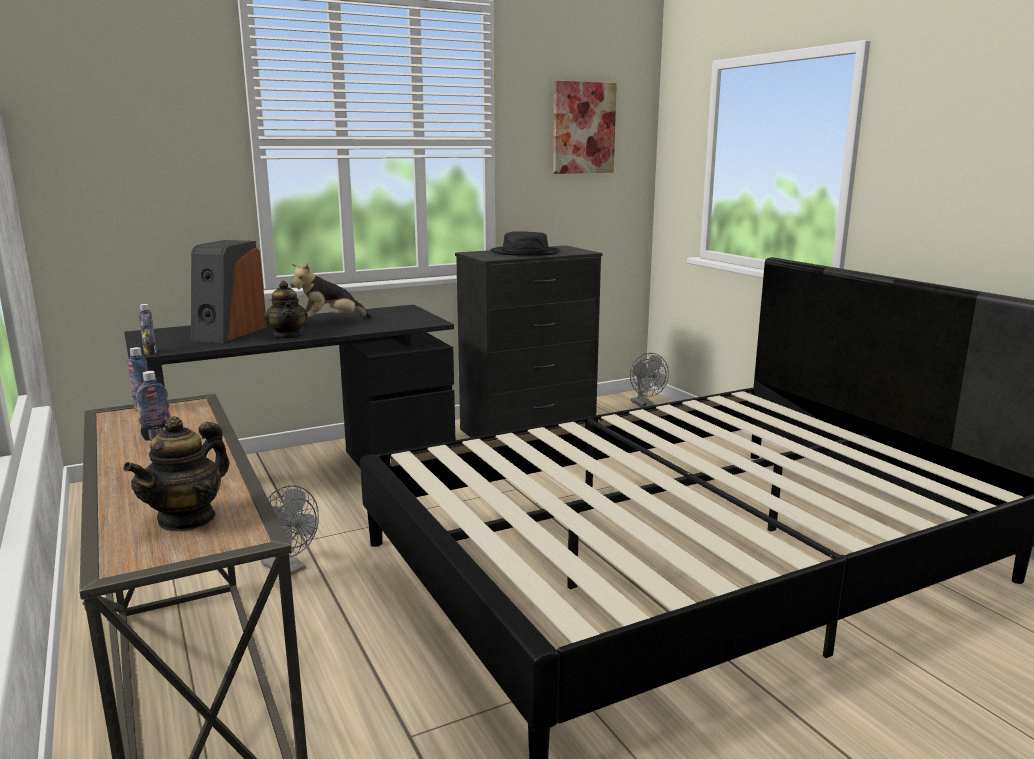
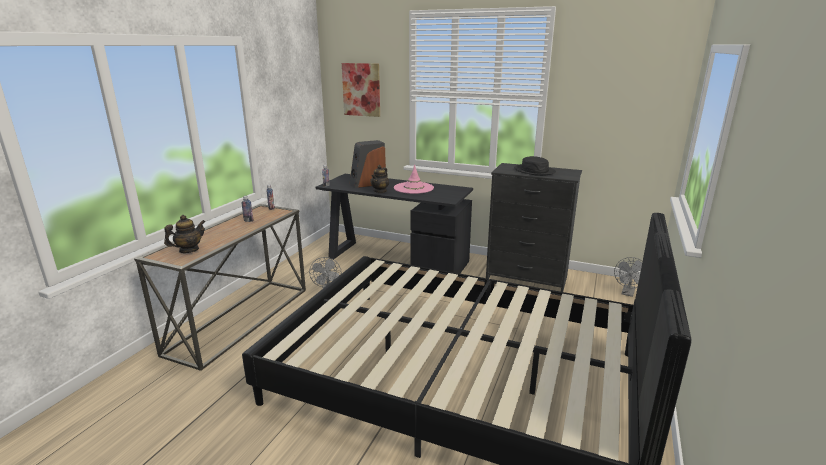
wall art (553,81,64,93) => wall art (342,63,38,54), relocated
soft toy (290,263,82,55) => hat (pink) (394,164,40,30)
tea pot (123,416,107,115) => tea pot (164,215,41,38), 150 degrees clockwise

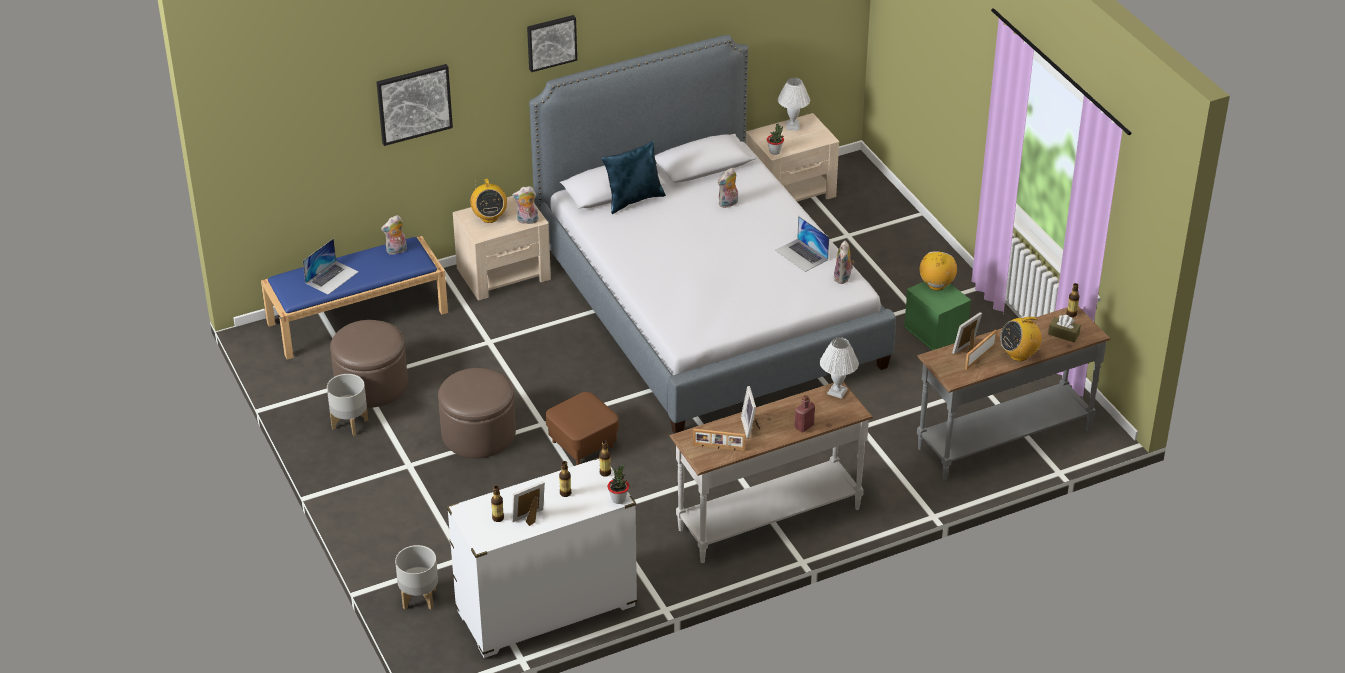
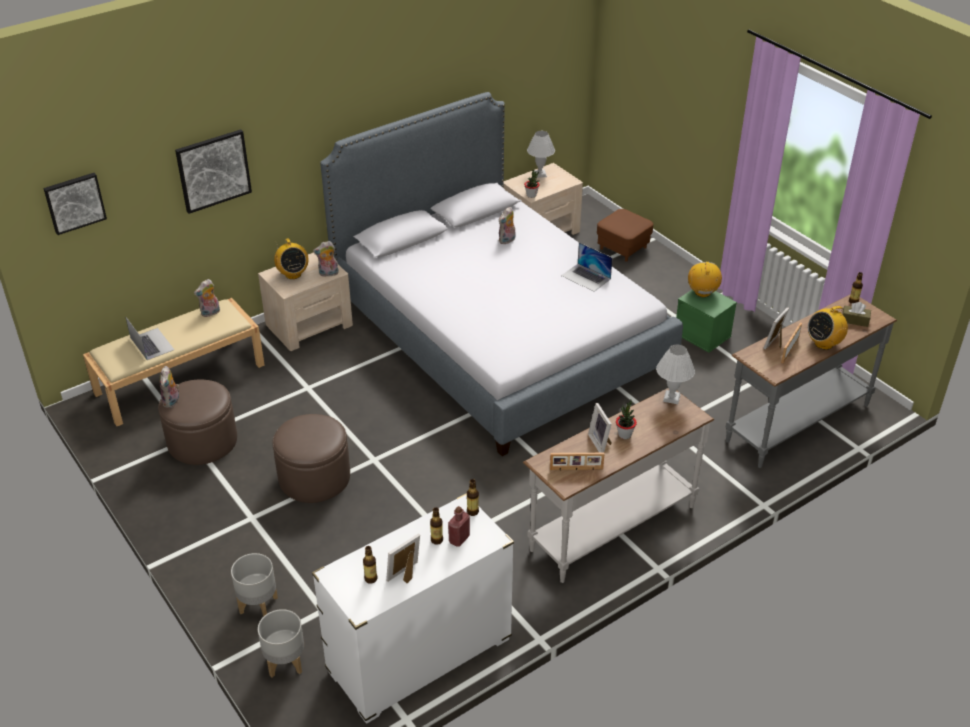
throw pillow (blue-coloured) (602,141,64,73) => nothing
flower pot (gray) (327,374,41,62) => flower pot (gray) (231,553,47,64), relocated
wall art (527,15,50,57) => wall art (43,173,64,62), relocated
pouffe (brown) (545,392,74,73) => pouffe (brown) (597,209,56,53), relocated
plant in a pot (608,463,21,41) => plant in a pot (616,400,21,39), relocated
drink bottle (reddish) (795,395,20,37) => drink bottle (reddish) (448,506,22,41), relocated
soft toy (834,241,21,43) => soft toy (160,366,19,42), relocated
long seat (blue-coloured) (261,236,187,124) => long seat (beige-coloured) (83,298,182,128)
notebook computer (303,238,56,57) => notebook computer (125,316,49,44), 60 degrees counterclockwise

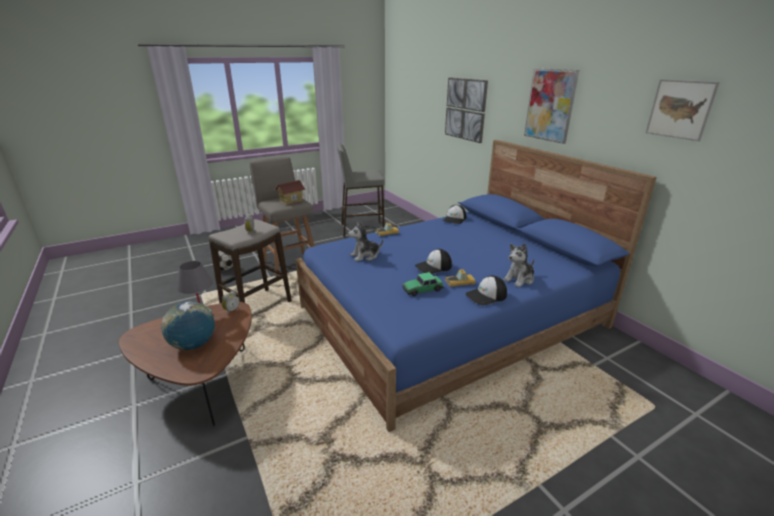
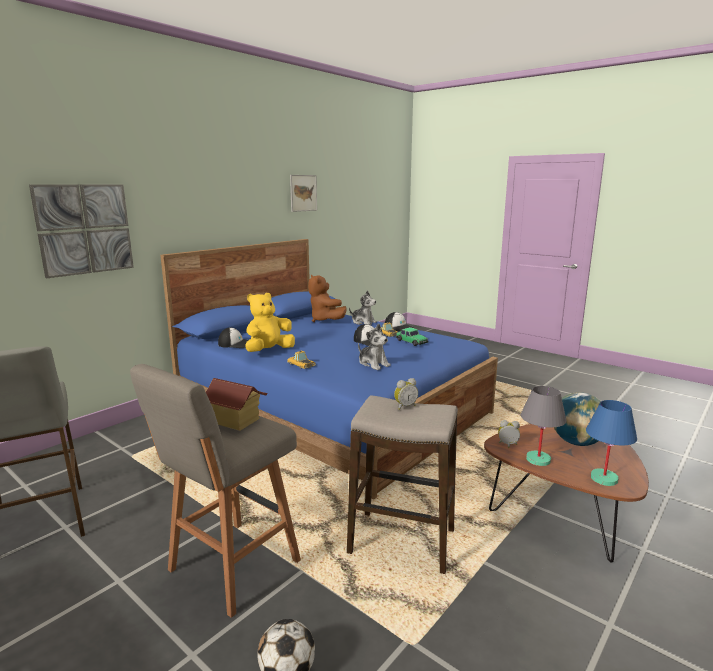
wall art (524,68,55,76) => nothing
nothing => soft toy (yellow) (246,293,49,59)
nothing => soft toy (brown) (308,275,39,47)
nothing => tabletop lamp (blue-coloured) (586,400,51,86)

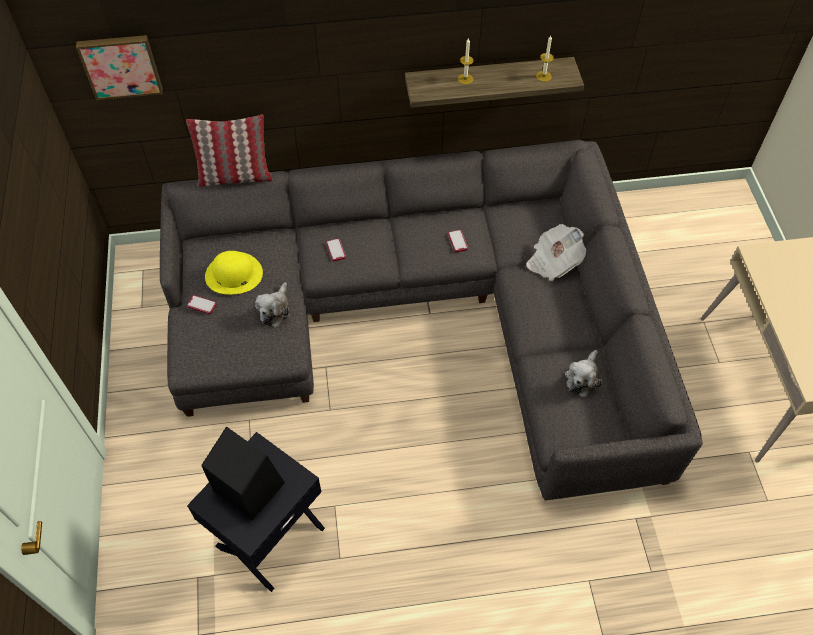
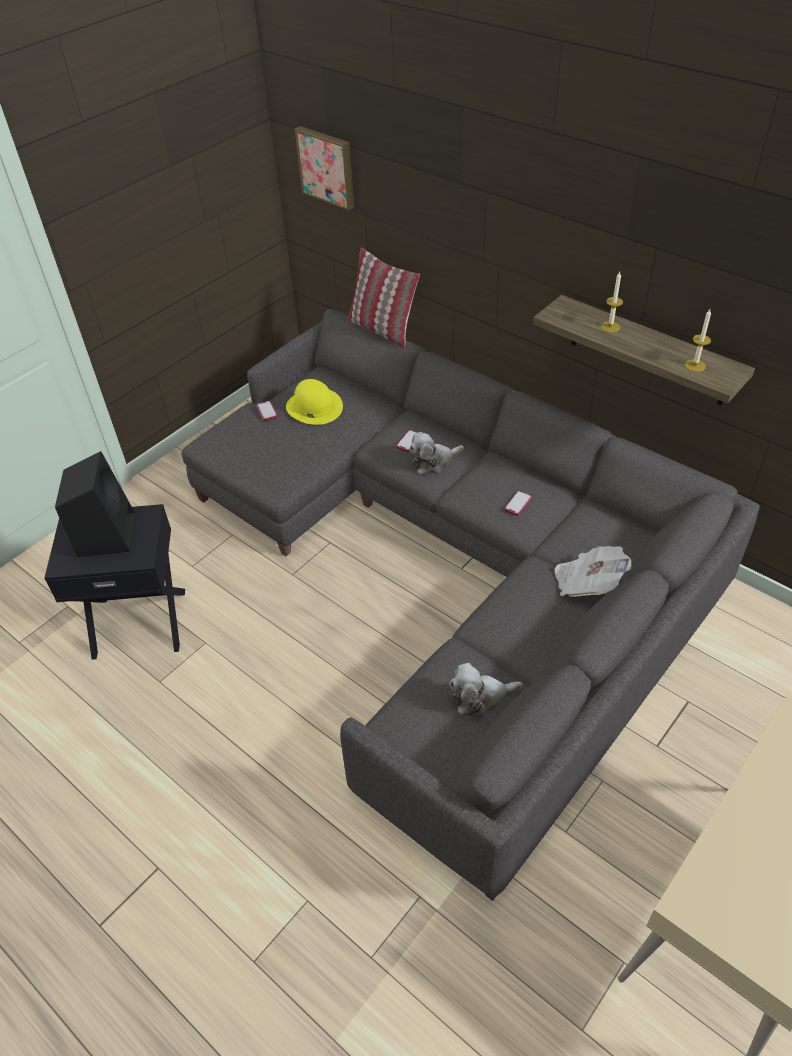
soft toy (255,282,34,45) => soft toy (409,432,55,43), relocated

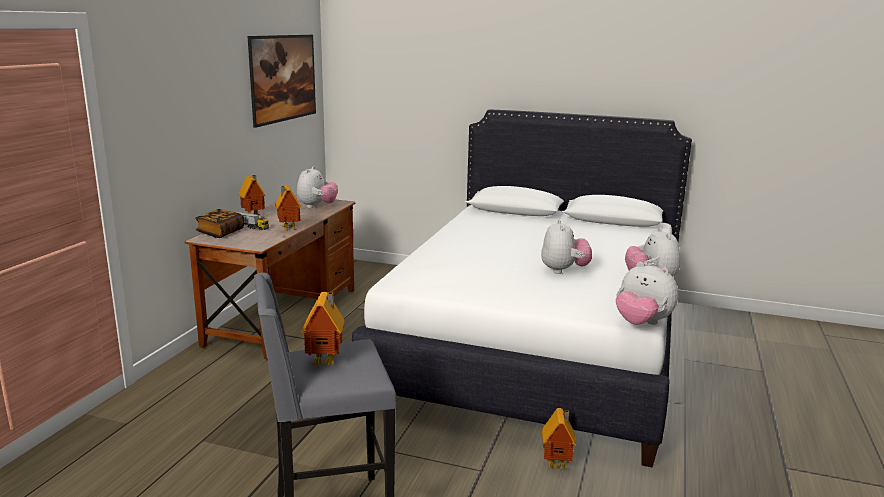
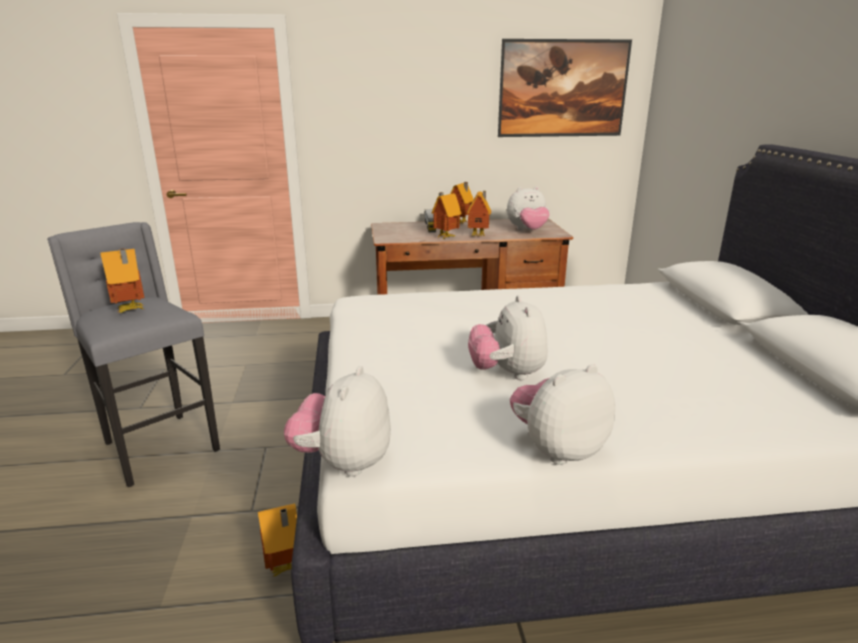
volume (195,209,49,29) => nothing
nothing => miniature house (467,191,24,45)
soft toy (541,219,51,55) => soft toy (468,295,80,85), 105 degrees clockwise

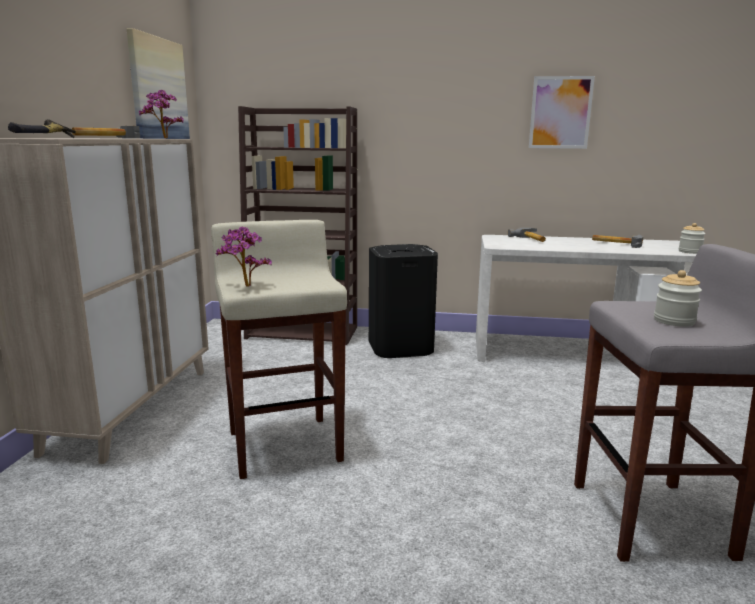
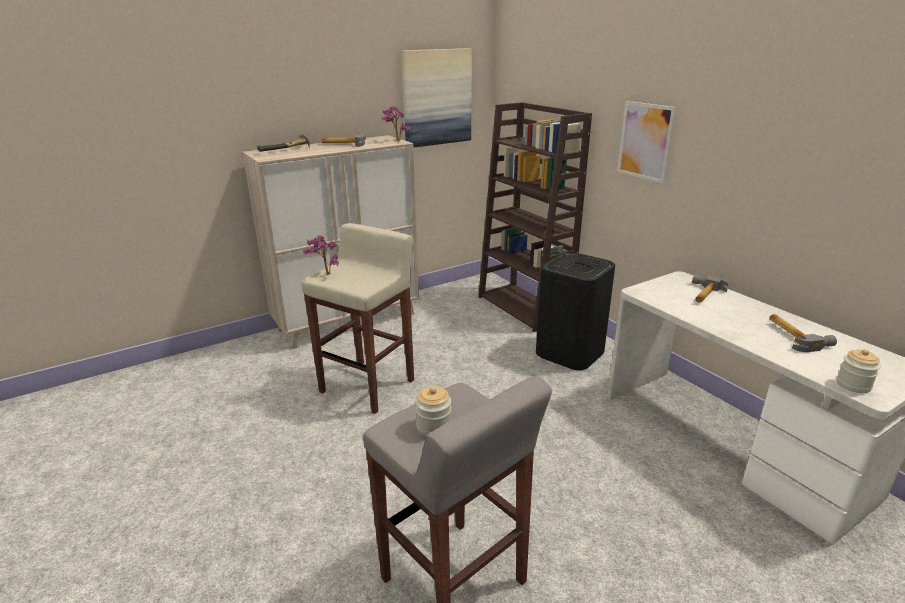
wall art (529,76,66,73) => wall art (617,101,59,82), relocated

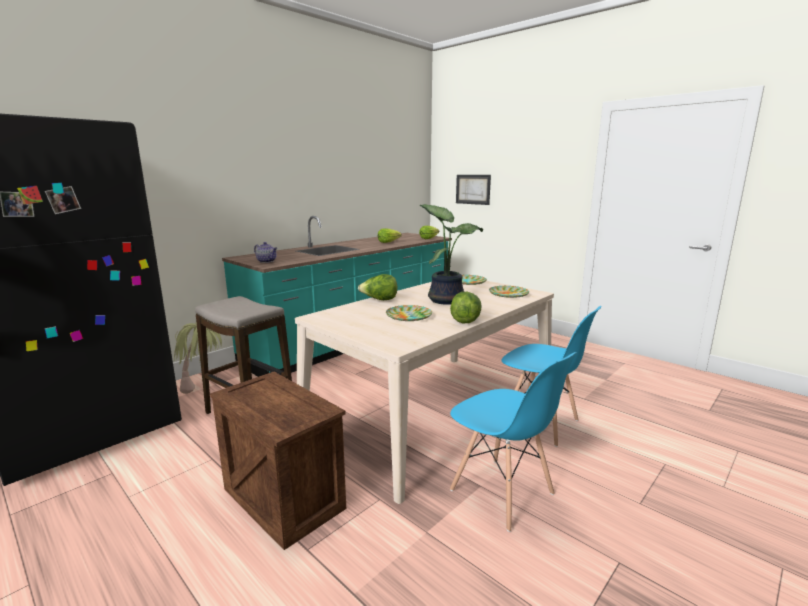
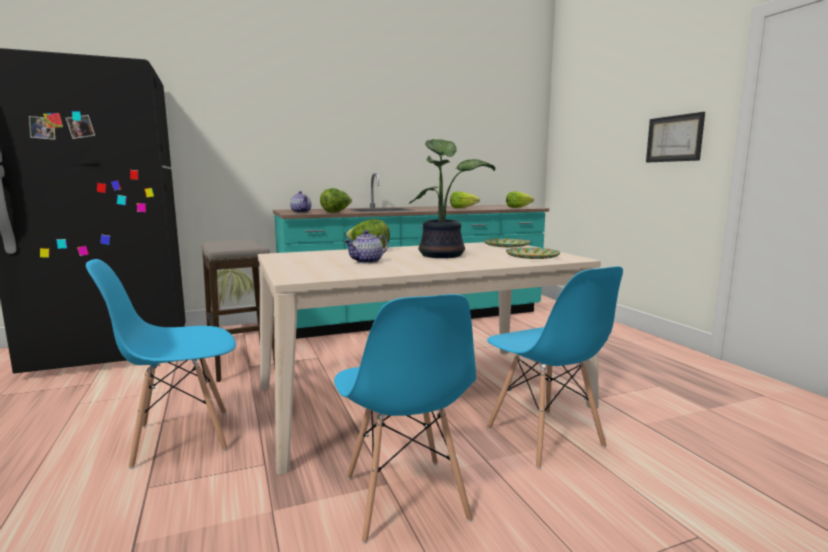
head of lettuce (450,292,32,31) => head of lettuce (320,188,32,24), relocated
wall art (456,175,35,30) => wall art (646,112,59,51), relocated
shipping crate (210,372,136,178) => chair (blue-coloured) (86,259,150,210)
flat dish (386,305,46,16) => tea pot (344,230,44,34)

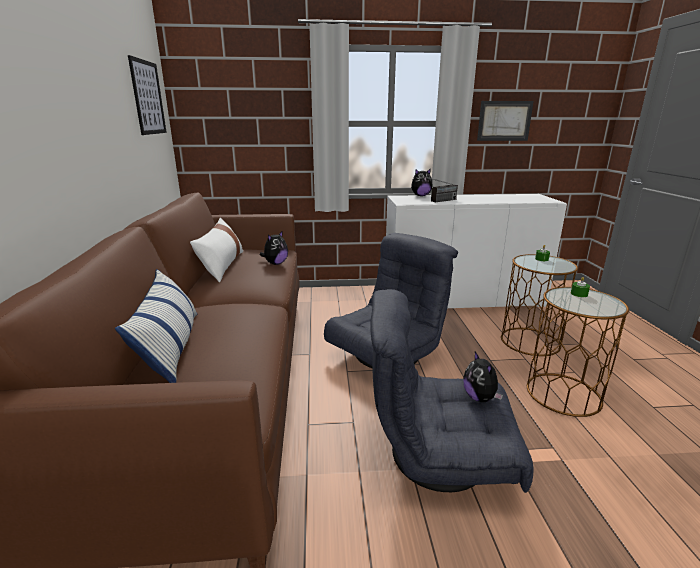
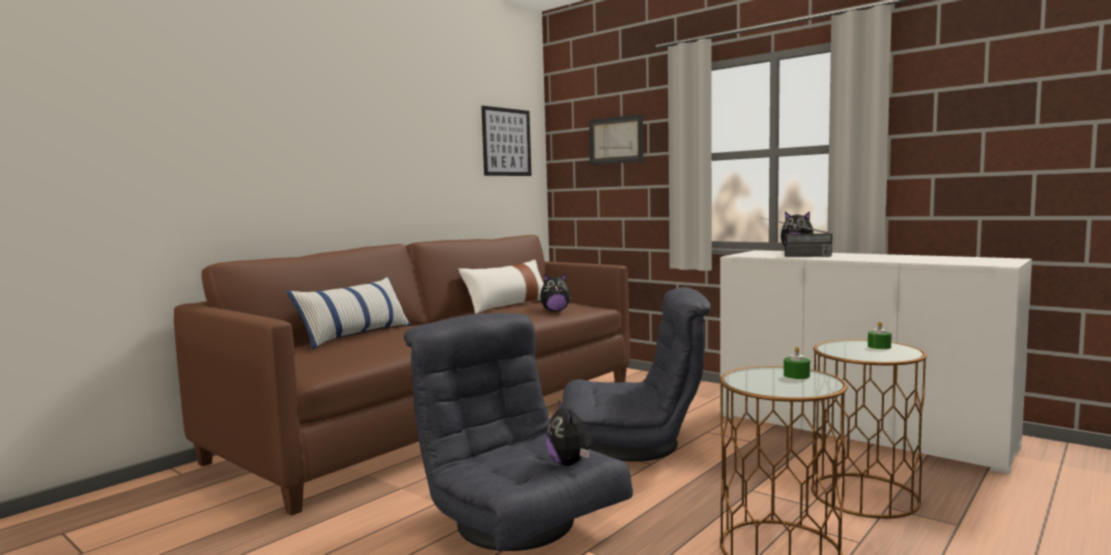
wall art (477,101,57,40) => wall art (589,114,54,51), relocated
soft toy (463,352,40,50) => soft toy (546,400,48,66), 45 degrees counterclockwise

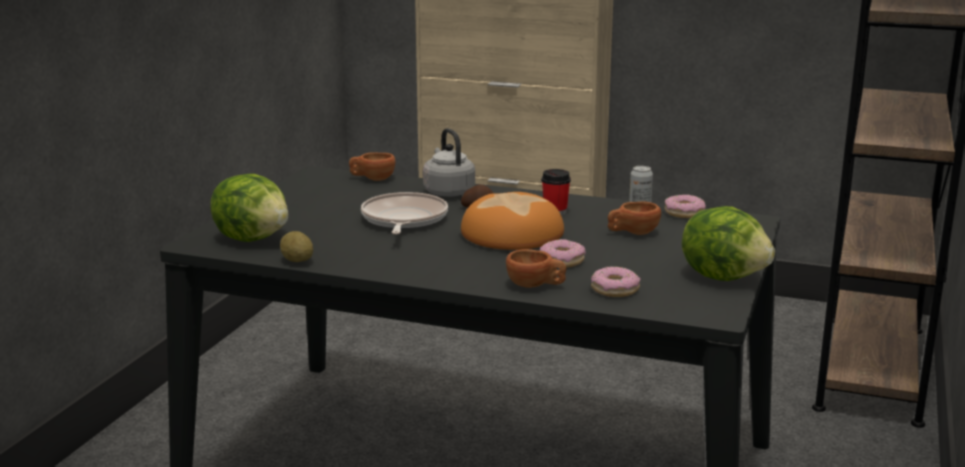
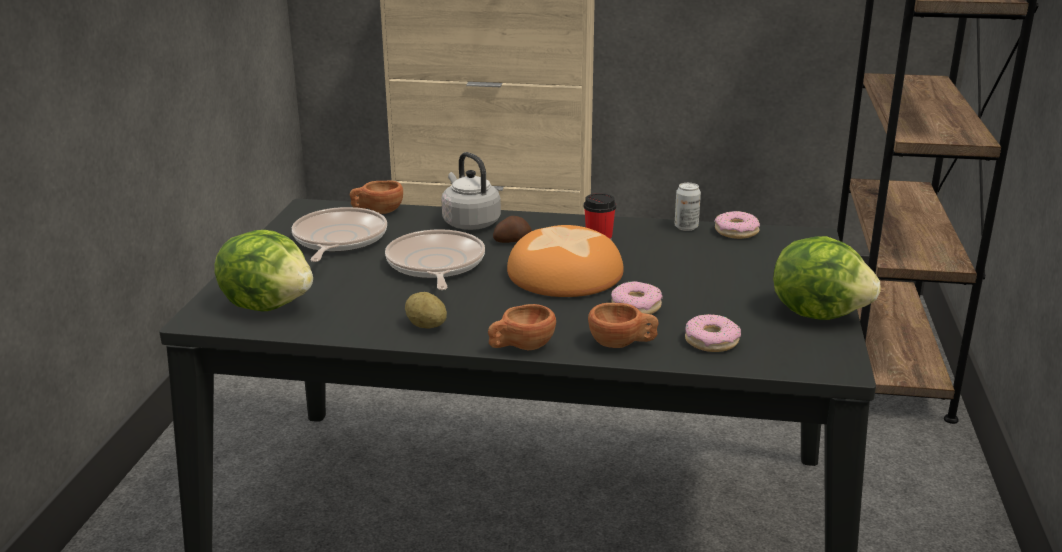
nothing => frying pan (292,207,95,55)
potato (280,231,33,31) => potato (405,292,42,37), relocated
small cup (brown) (608,201,53,34) => small cup (brown) (488,304,68,46), relocated

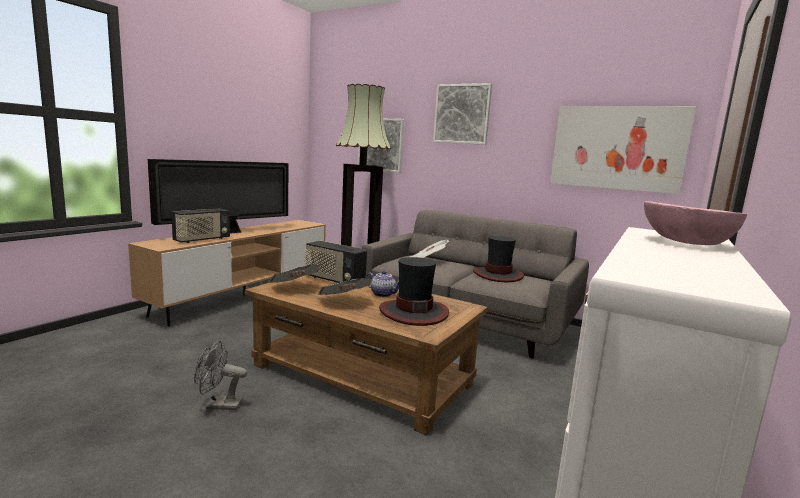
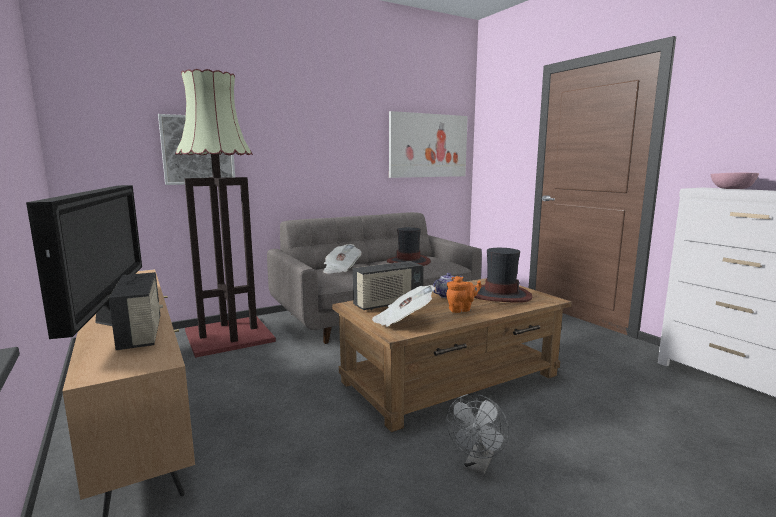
wall art (433,83,59,62) => nothing
daily paper (318,278,55,17) => tea pot (orangey) (447,276,34,37)

